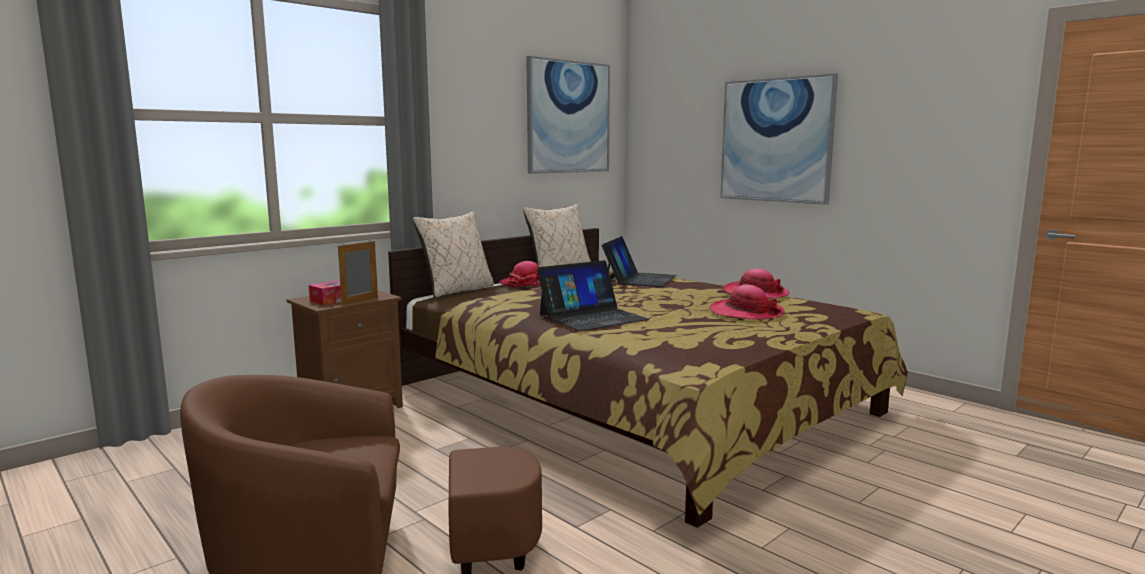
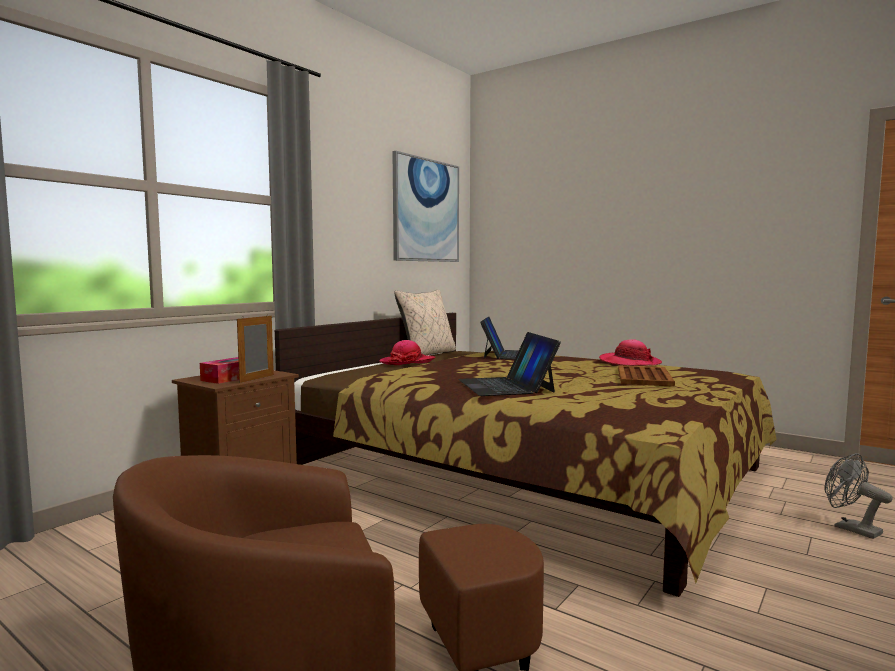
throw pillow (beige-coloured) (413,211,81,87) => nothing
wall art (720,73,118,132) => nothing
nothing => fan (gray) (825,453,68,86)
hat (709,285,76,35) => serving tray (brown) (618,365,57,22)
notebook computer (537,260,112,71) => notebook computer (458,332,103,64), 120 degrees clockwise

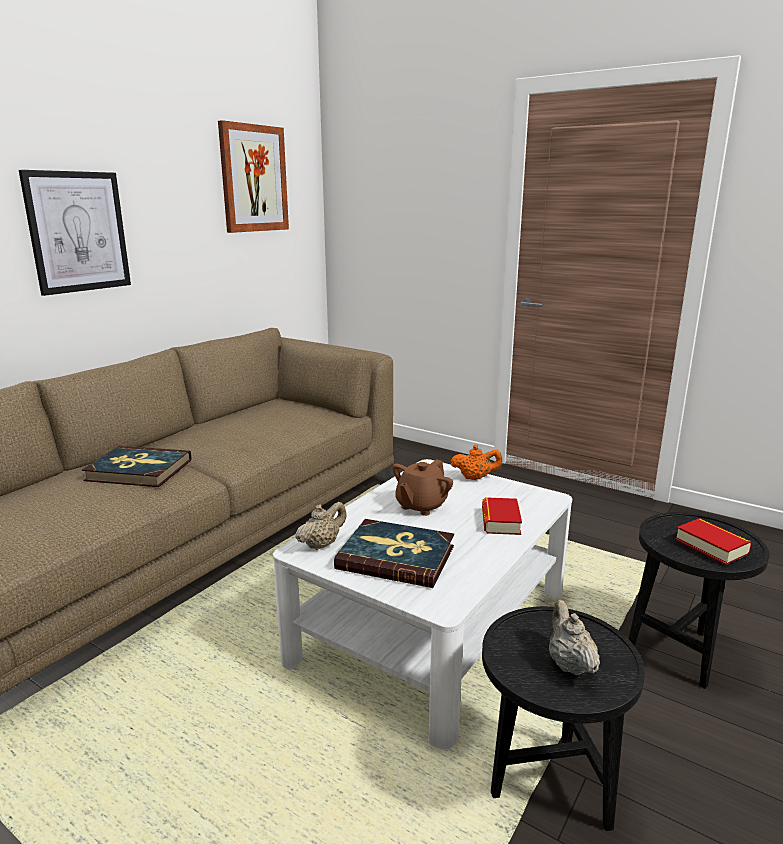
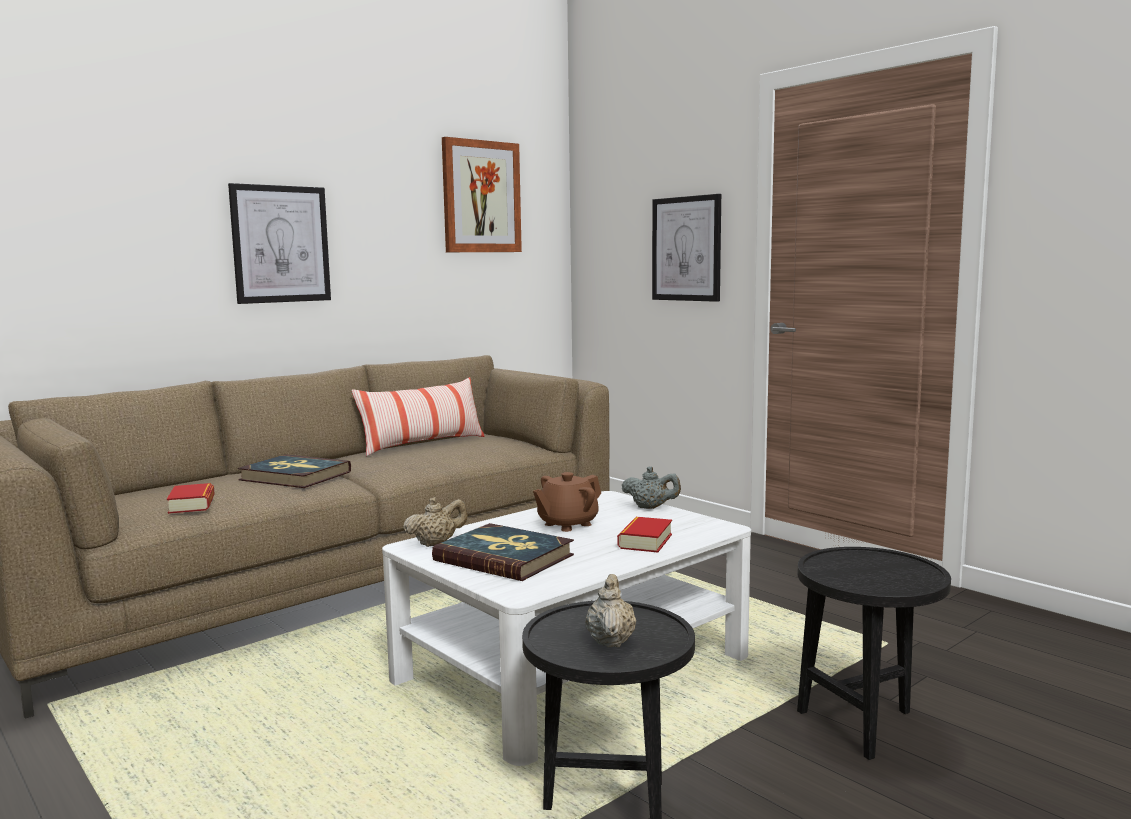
nothing => throw pillow (352,377,132,79)
nothing => wall art (652,194,69,108)
volume (675,518,77,47) => volume (167,483,48,31), relocated
tea pot (orangey) (451,445,51,35) => tea pot (gray) (622,466,59,43)

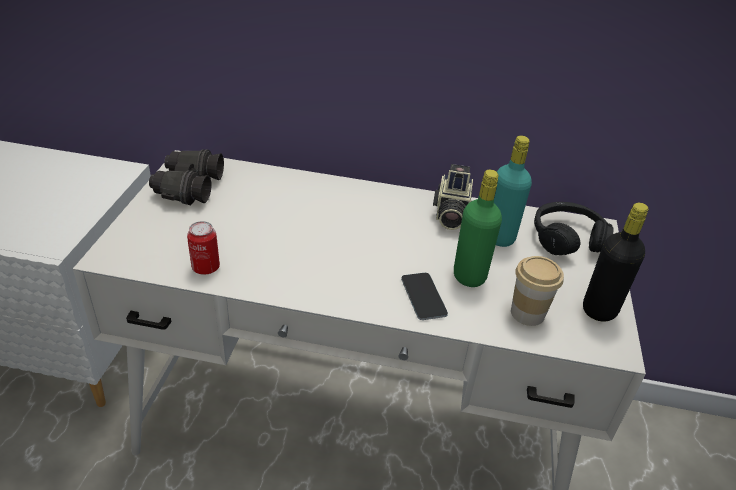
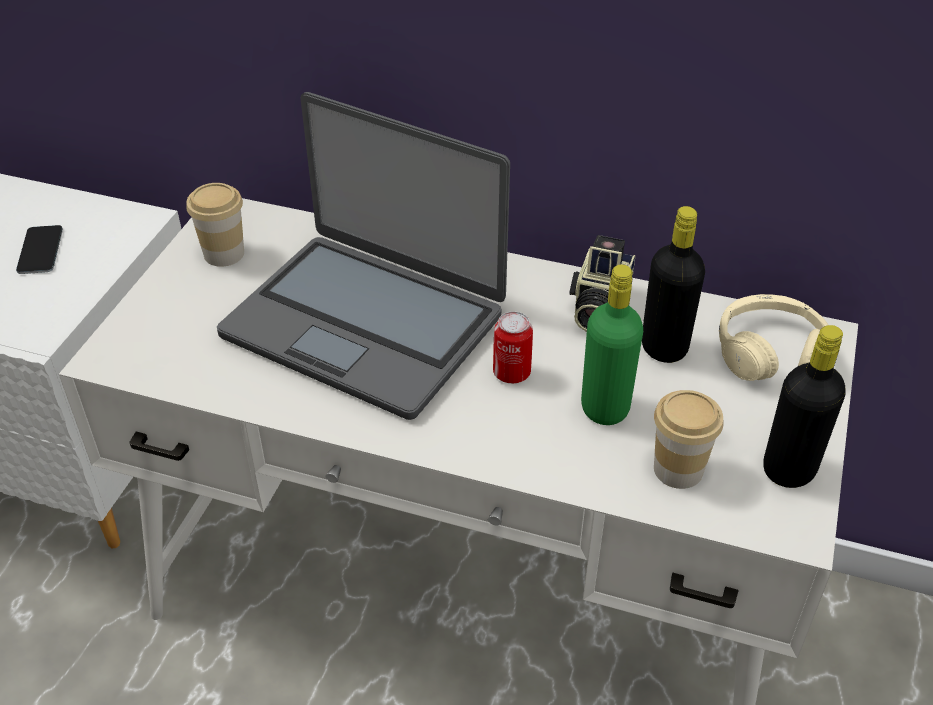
nothing => notebook computer (217,92,293,328)
metal can (187,221,33,54) => metal can (493,311,40,72), relocated
handset (401,273,47,47) => handset (16,225,47,49), relocated
field glasses (black) (149,149,75,56) => small cup (186,183,58,84)
drink bottle (turquoise) (494,135,38,112) => drink bottle (black) (642,206,63,157)
pair of headphones (black) (534,202,79,53) => pair of headphones (beige-coloured) (719,294,109,87)

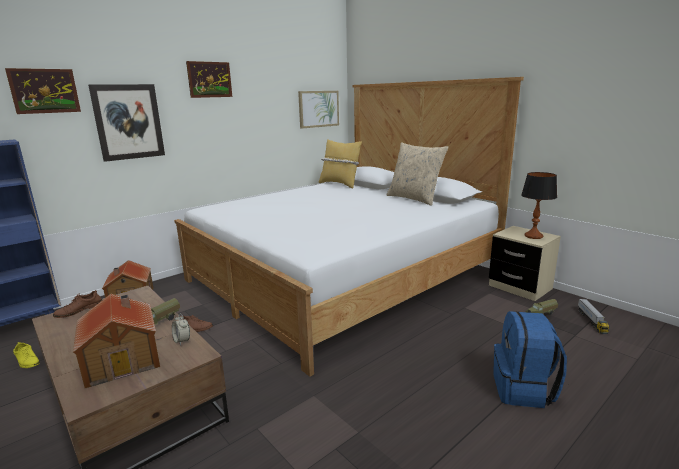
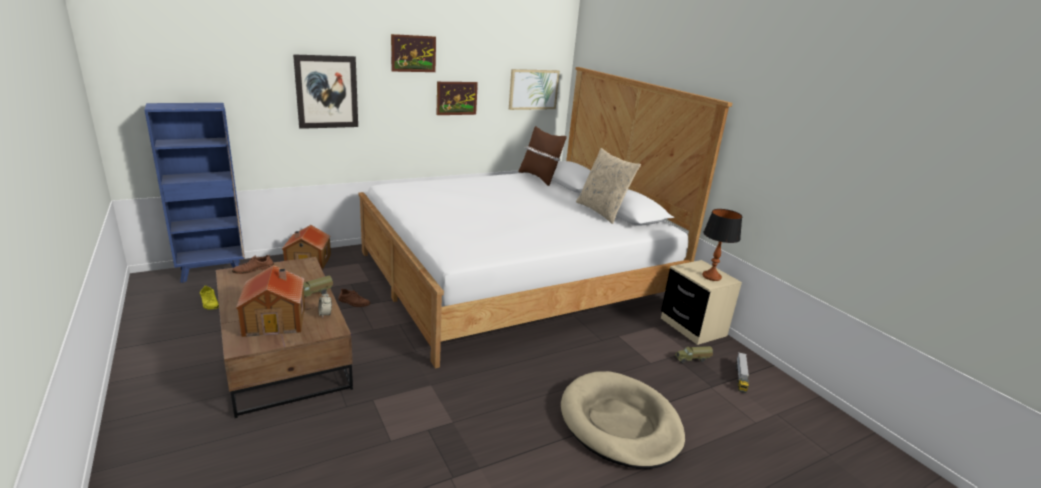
wall art (5,68,76,46) => wall art (437,82,41,33), relocated
rucksack (blue-coloured) (493,311,74,97) => dog cushion (beige-coloured) (561,371,124,98)
throw pillow (yellow) (319,139,43,49) => throw pillow (brown) (518,126,49,60)

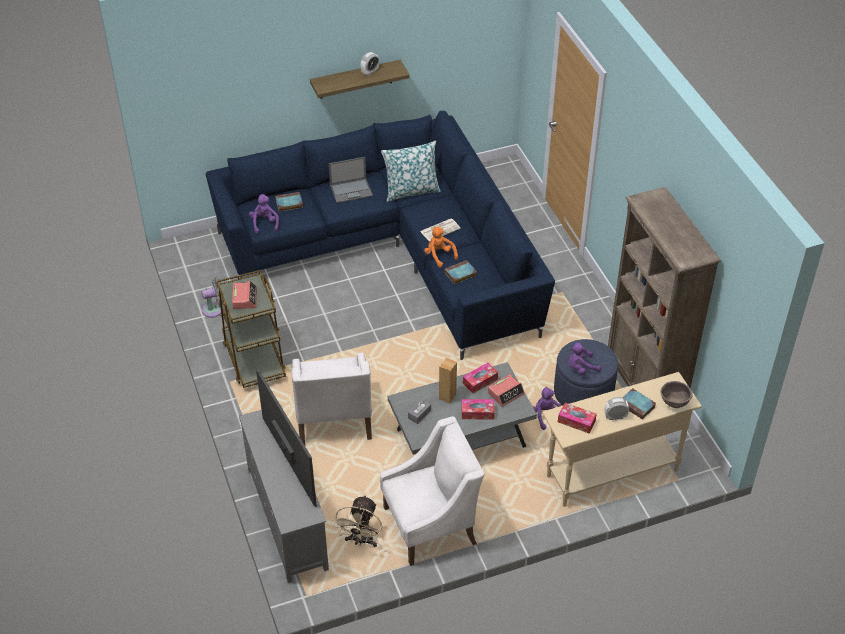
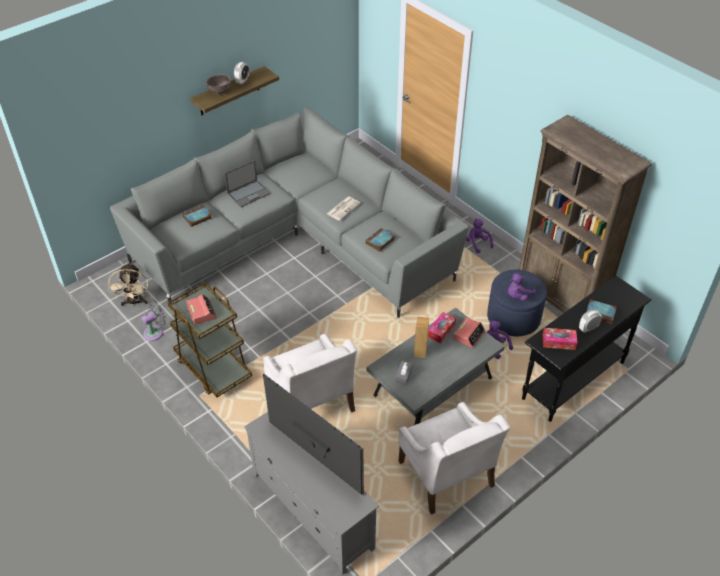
throw pillow (381,141,60,61) => nothing
soft toy (orangey) (424,227,34,41) => nothing
tissue holder (462,399,33,21) => nothing
soft toy (purple-coloured) (249,194,30,40) => soft toy (purple-coloured) (466,219,28,34), relocated
fan (beige-coloured) (333,495,49,52) => fan (beige-coloured) (108,263,40,43), relocated
serving bowl (brown) (660,381,32,27) => serving bowl (brown) (206,74,25,21), relocated
settee (blue-coloured) (206,111,349,249) => settee (gray) (110,106,359,212)
hall table (beige-coloured) (542,372,160,135) => hall table (black) (522,276,129,146)
easy chair (white-coloured) (380,416,105,150) => easy chair (white-coloured) (398,402,112,113), 105 degrees clockwise

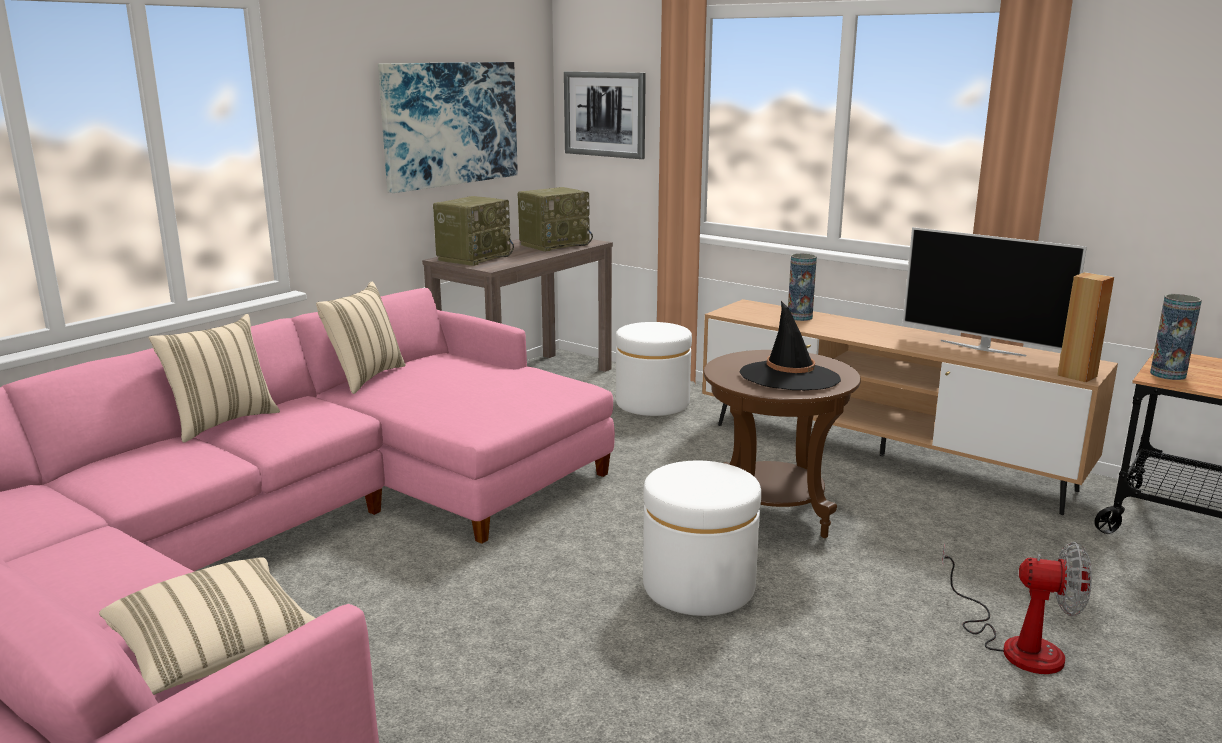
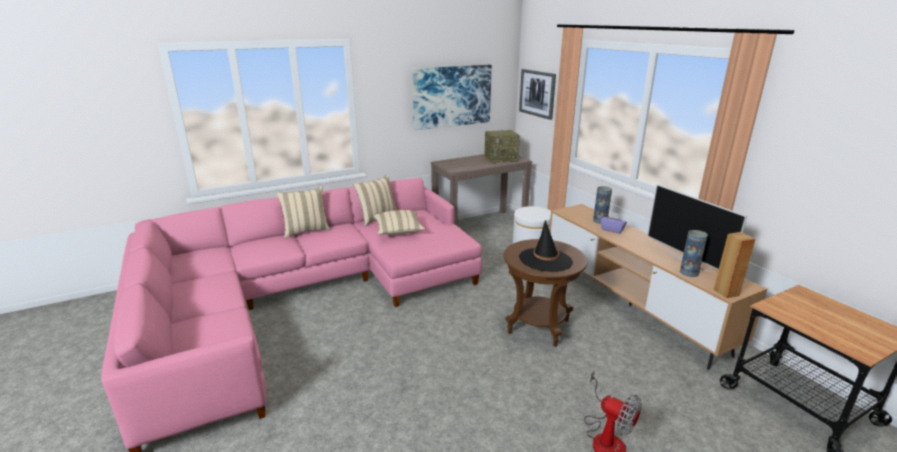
radio set (433,196,81,70) => nothing
pouffe (white-coloured) (643,461,118,155) => nothing
nothing => tissue holder (purple-coloured) (600,212,27,22)
throw pillow (beige-coloured) (99,557,217,138) => throw pillow (beige-coloured) (374,210,51,25), relocated
flower vase (1150,294,52,86) => flower vase (680,230,28,47), relocated

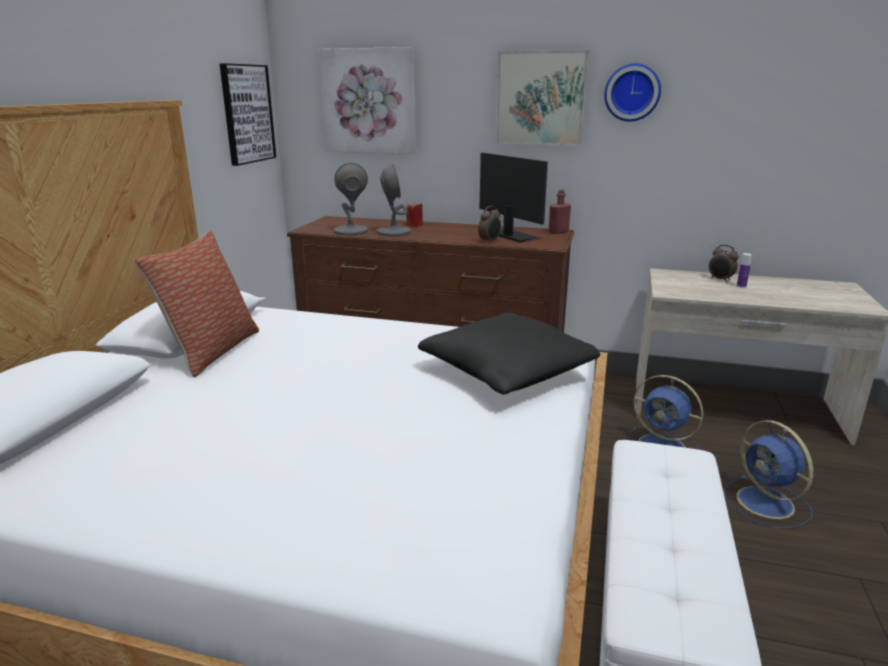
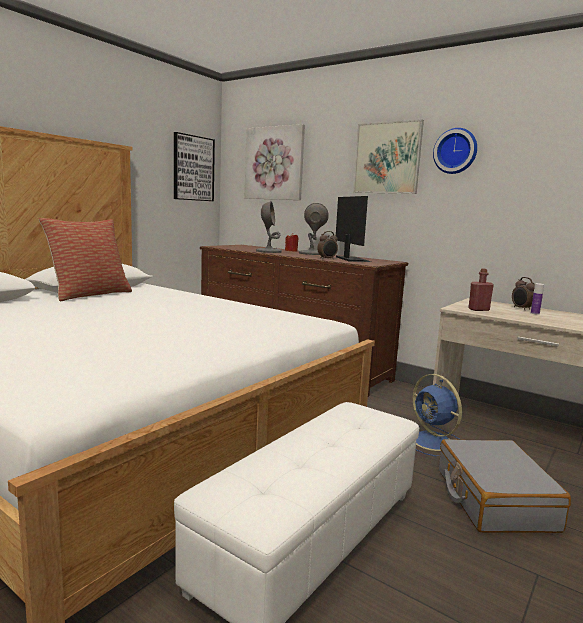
throw pillow (black) (418,313,182,81) => nothing
tabletop lamp (gray) (334,163,34,72) => tabletop lamp (gray) (299,203,30,52), relocated
drink bottle (reddish) (549,190,22,44) => drink bottle (reddish) (468,269,26,42), relocated
fan (blue-coloured) (724,420,89,109) => travel case (gray) (439,439,132,94)

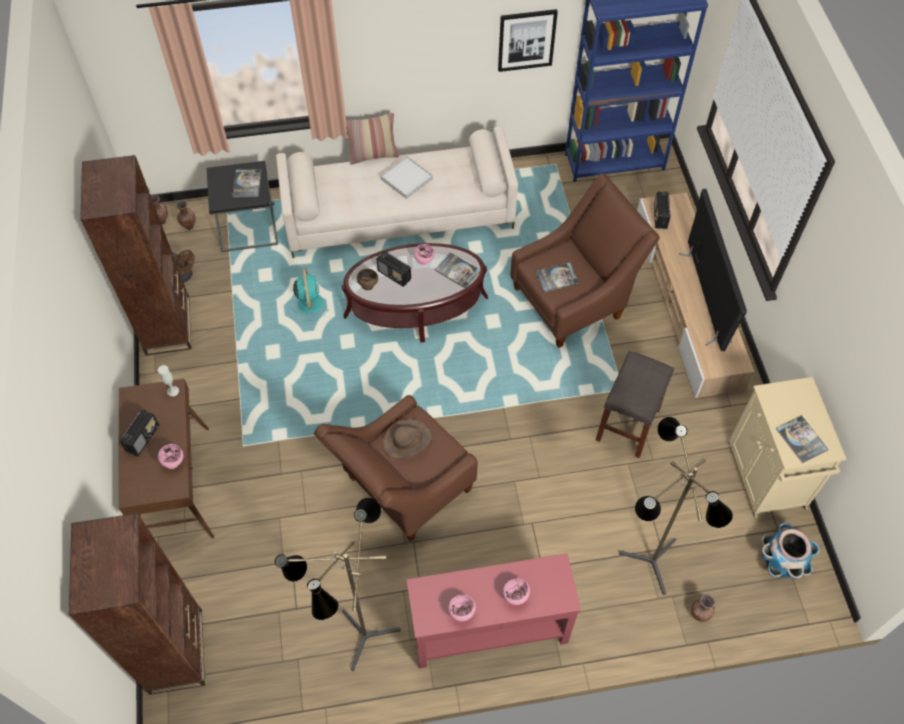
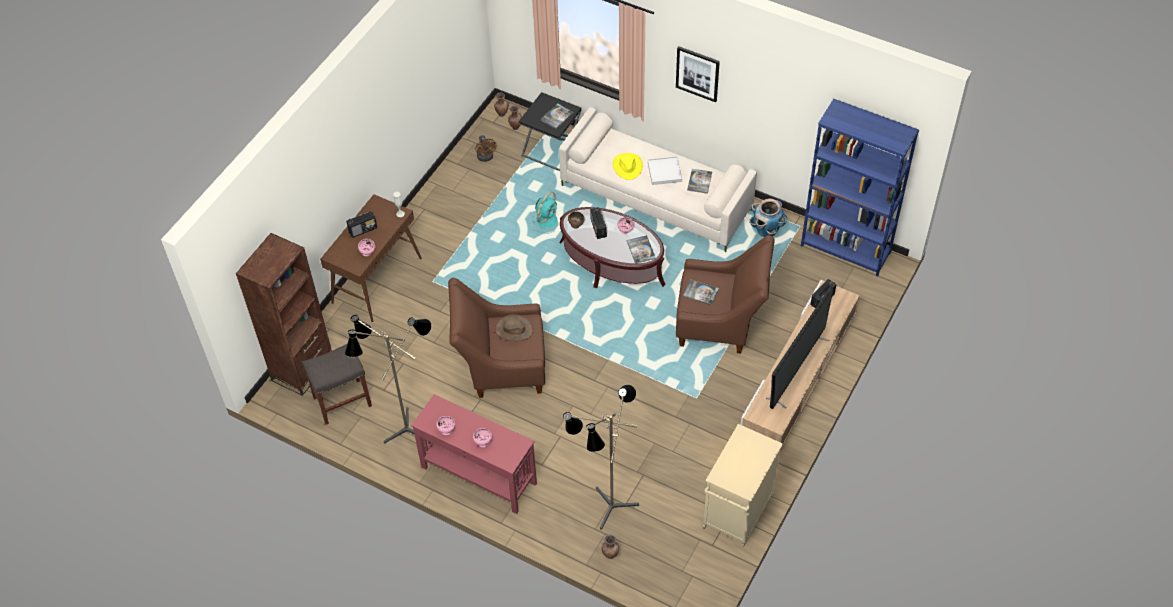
shelving unit (brown) (80,155,111,201) => nothing
throw pillow (346,113,53,52) => nothing
nothing => hat (yellow) (613,153,30,27)
wall art (498,9,60,63) => wall art (676,46,44,56), relocated
stool (gray) (596,351,78,107) => stool (gray) (302,344,70,81), relocated
flower pot (761,523,59,56) => flower pot (749,198,39,39), relocated
volume (776,415,53,48) => volume (687,169,25,25), relocated

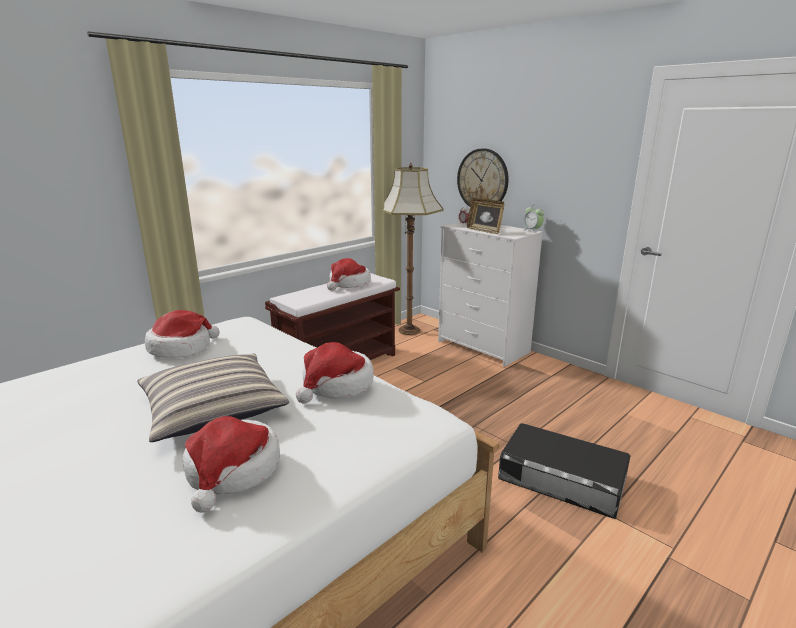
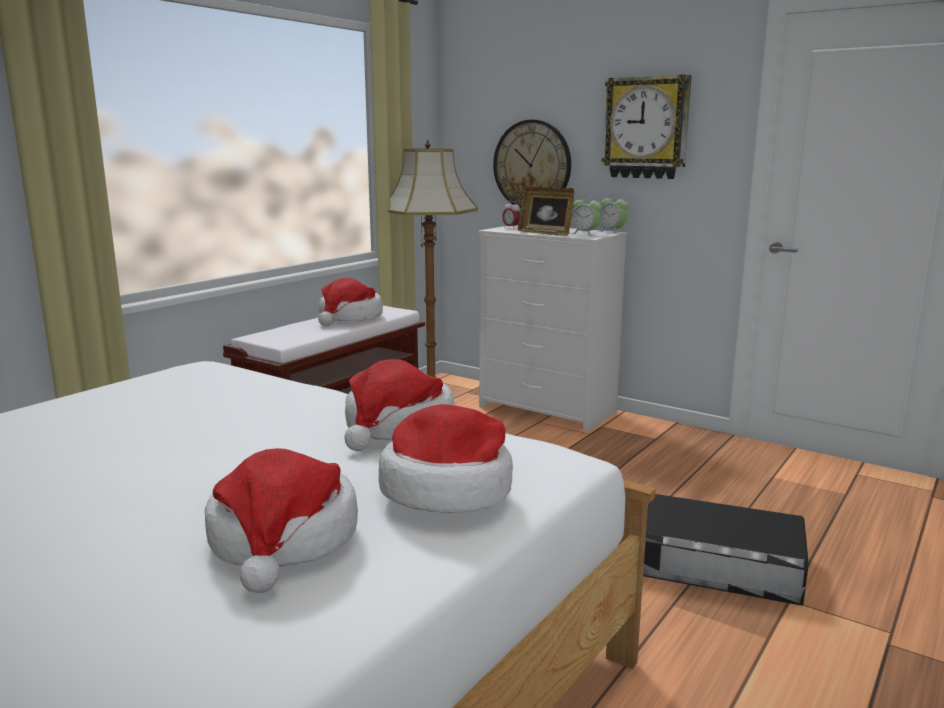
throw pillow (137,354,152,88) => nothing
nothing => alarm clock (571,195,31,41)
nothing => hanging clock (602,74,90,105)
hat (145,310,74,48) => hat (378,404,135,109), relocated

